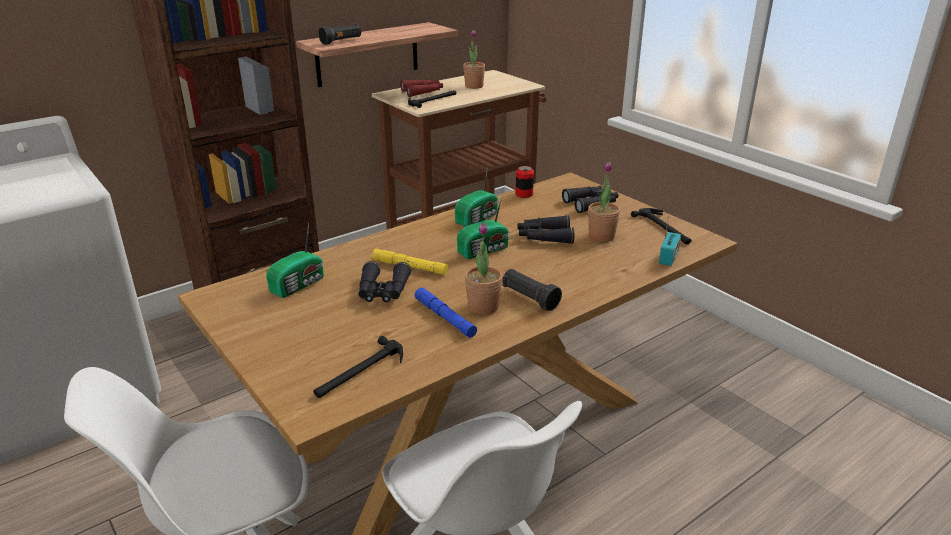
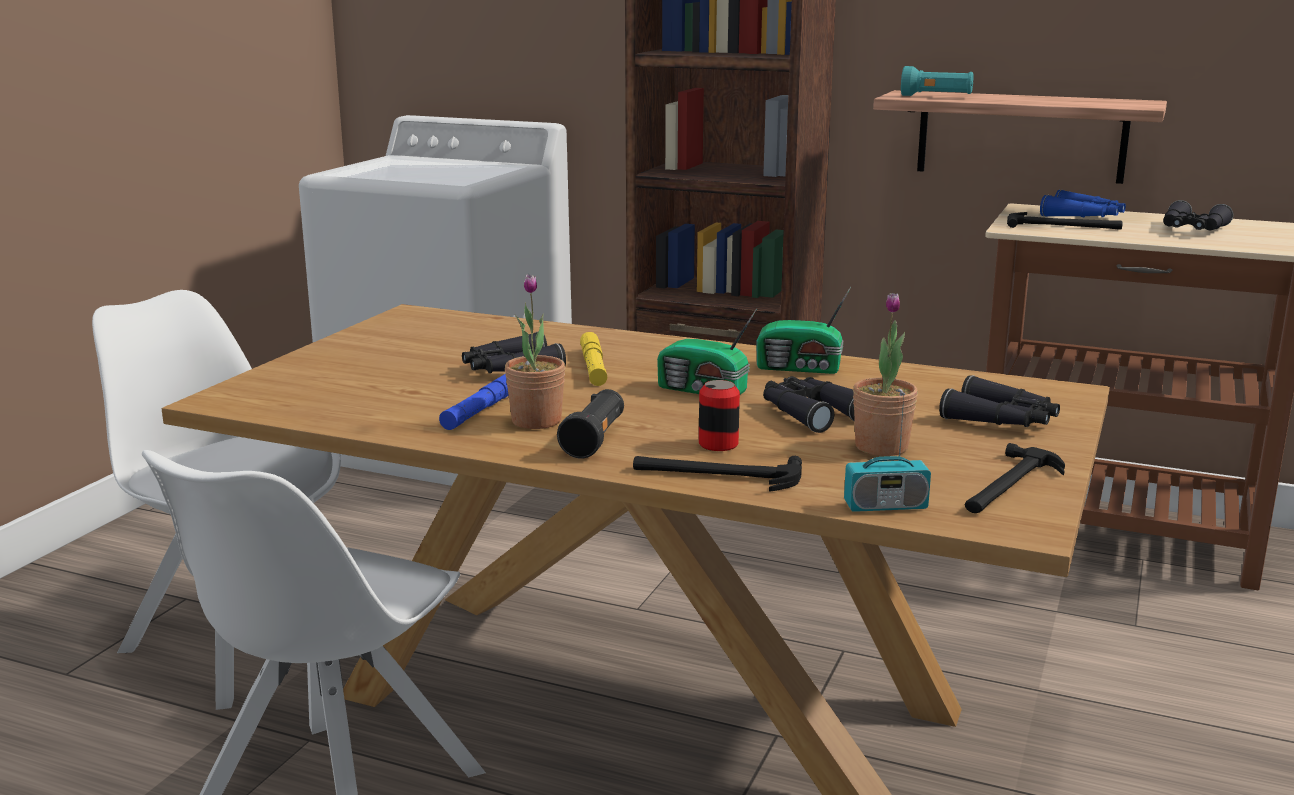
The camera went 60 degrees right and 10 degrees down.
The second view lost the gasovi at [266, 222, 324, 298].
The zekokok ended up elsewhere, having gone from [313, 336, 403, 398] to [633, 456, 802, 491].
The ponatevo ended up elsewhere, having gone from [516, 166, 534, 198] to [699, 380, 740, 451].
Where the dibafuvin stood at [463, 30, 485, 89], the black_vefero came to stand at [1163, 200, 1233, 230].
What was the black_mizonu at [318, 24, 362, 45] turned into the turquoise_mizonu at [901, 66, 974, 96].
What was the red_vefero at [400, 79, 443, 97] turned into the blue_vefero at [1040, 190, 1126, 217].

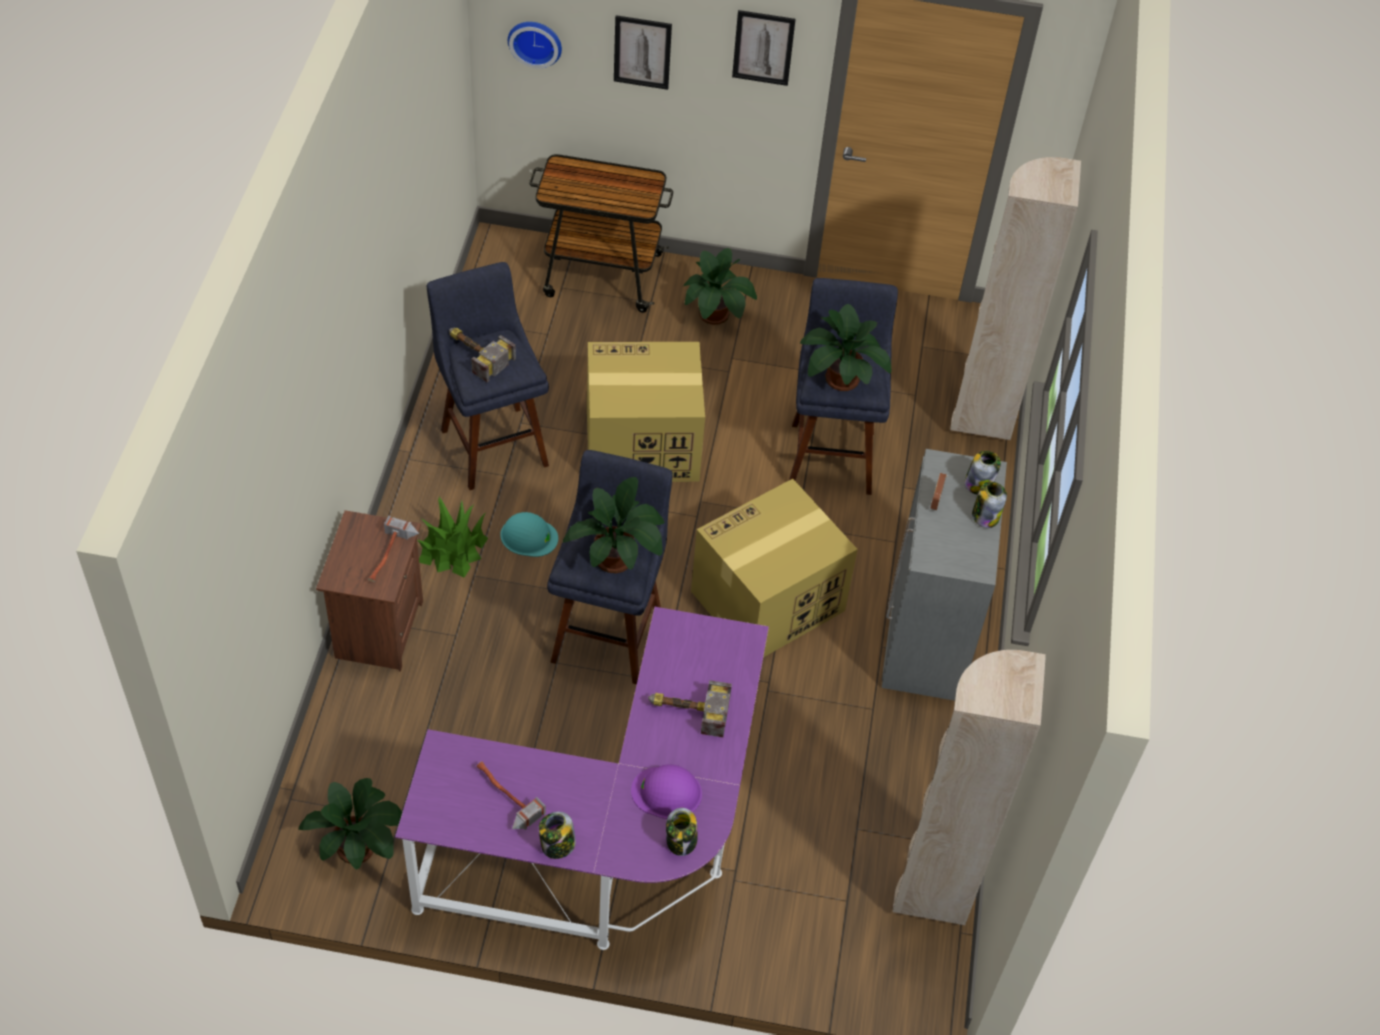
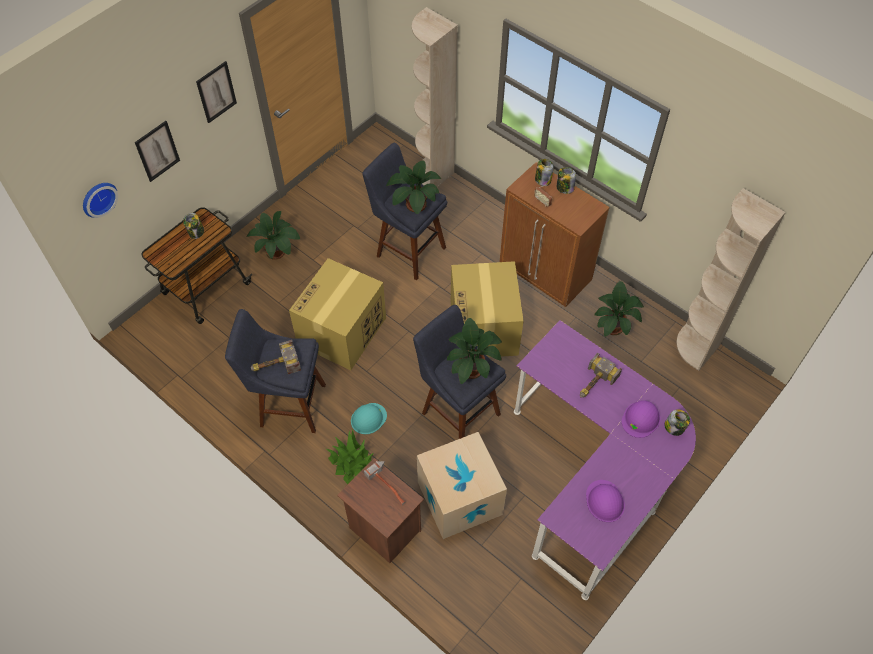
The camera went 55 degrees left and 5 degrees up.
The second view gained the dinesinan at [417, 432, 507, 539].
The dibafuvin ended up elsewhere, having gone from [298, 778, 402, 869] to [594, 281, 644, 337].
The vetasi ended up elsewhere, having gone from [539, 812, 576, 859] to [183, 213, 204, 239].
Where the zekokok stood at [476, 761, 546, 830], the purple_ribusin came to stand at [586, 480, 625, 522].
What was the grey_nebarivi at [882, 449, 1007, 701] turned into the brown_nebarivi at [500, 162, 610, 307].

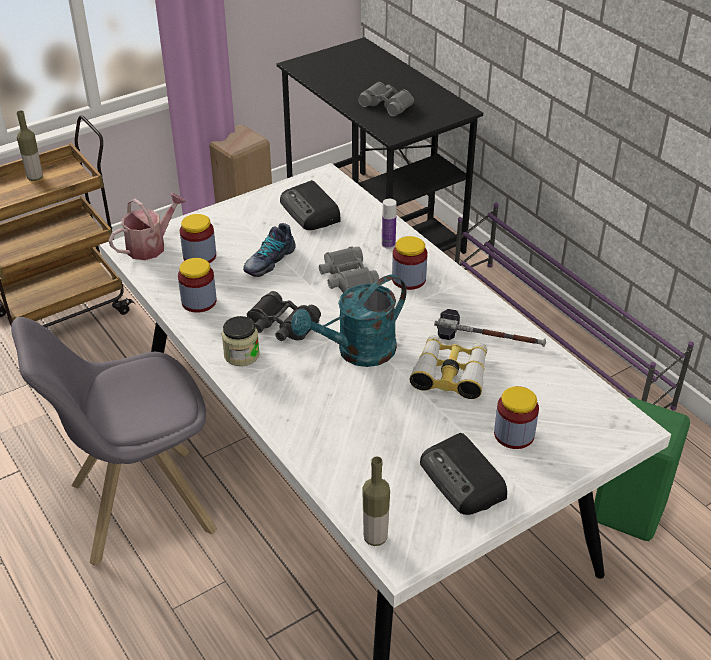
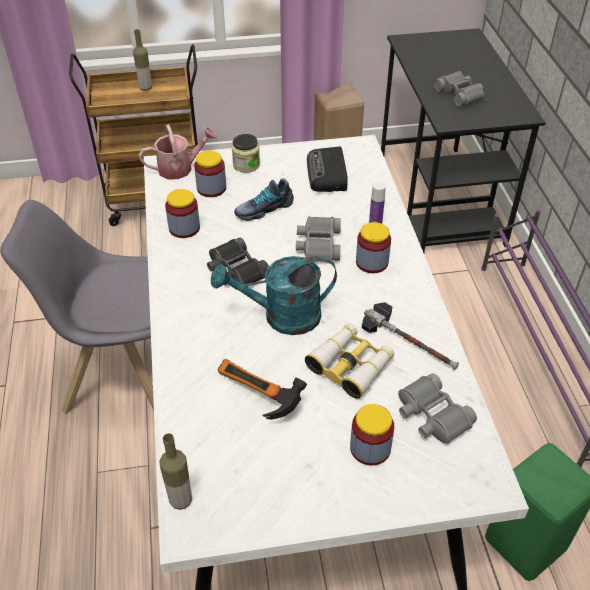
The camera went 25 degrees right and 5 degrees up.
The second view lost the gasovi at [420, 433, 507, 515].
The second view gained the zekokok at [218, 359, 307, 419].
The second view gained the grey_vefero at [398, 373, 477, 444].
The vetasi ended up elsewhere, having gone from [222, 316, 260, 366] to [232, 134, 260, 173].

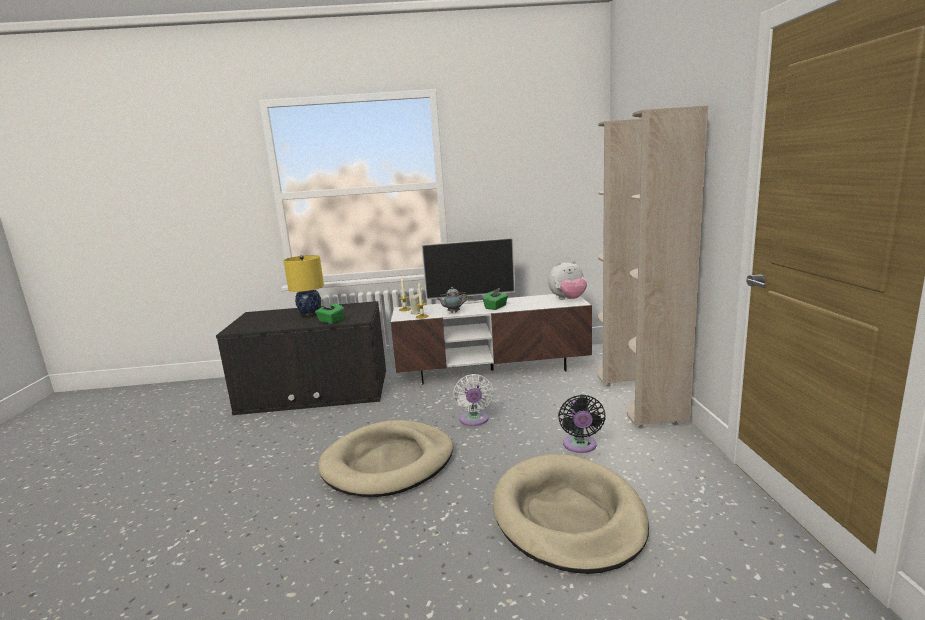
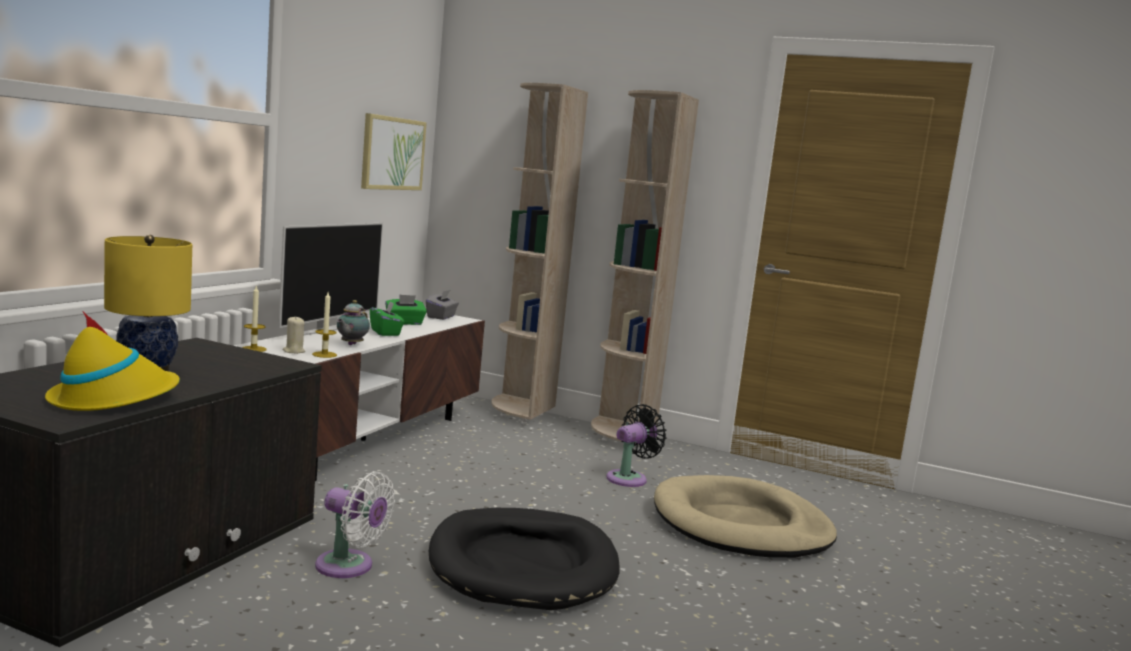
The camera went 65 degrees left and 5 degrees down.
The second view gained the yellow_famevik at [45, 311, 180, 411].
The second view gained the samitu at [361, 113, 427, 190].
The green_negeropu ended up elsewhere, having gone from [315, 301, 344, 324] to [385, 295, 427, 325].
The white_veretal ended up elsewhere, having gone from [453, 374, 494, 426] to [315, 471, 395, 578].
Where the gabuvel stood at [548, 260, 587, 300], the grey_negeropu came to stand at [426, 290, 459, 320].
What was the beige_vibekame at [318, 420, 453, 497] turned into the black_vibekame at [429, 508, 619, 610].
The black_veretal at [558, 395, 606, 453] ended up facing another way, 75 degrees counterclockwise from before.

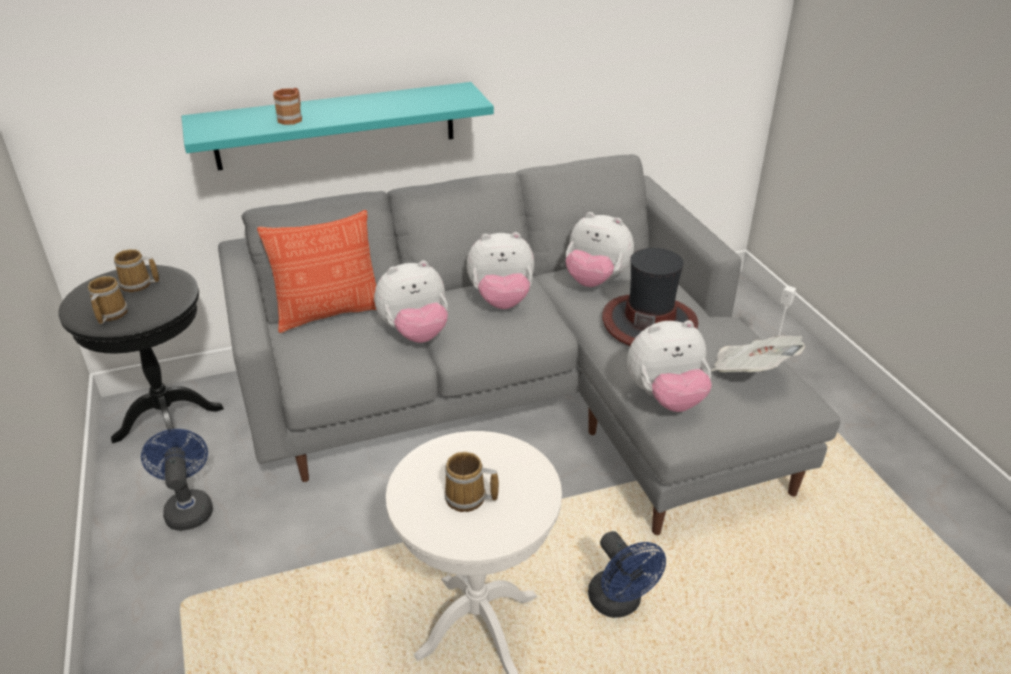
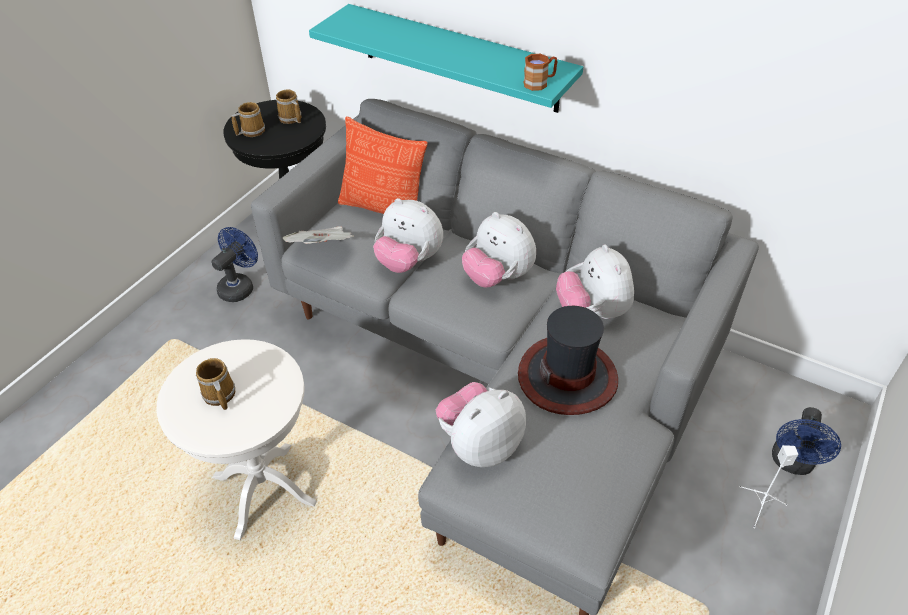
The camera went 50 degrees right and 10 degrees up.
The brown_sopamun ended up elsewhere, having gone from [273, 88, 302, 125] to [523, 54, 558, 91].
The blue_veretal ended up elsewhere, having gone from [588, 531, 666, 618] to [772, 407, 841, 475].
The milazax ended up elsewhere, having gone from [711, 336, 805, 372] to [283, 226, 354, 244].
The gabuvel at [627, 320, 712, 412] ended up facing another way, 105 degrees clockwise from before.

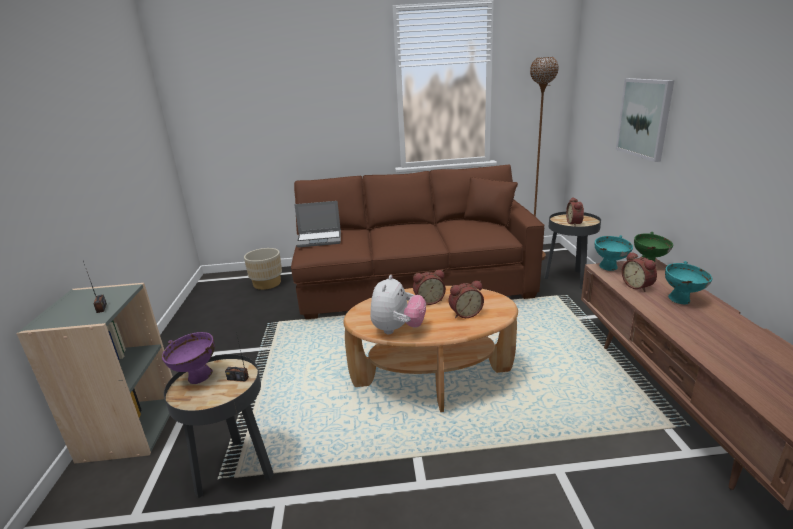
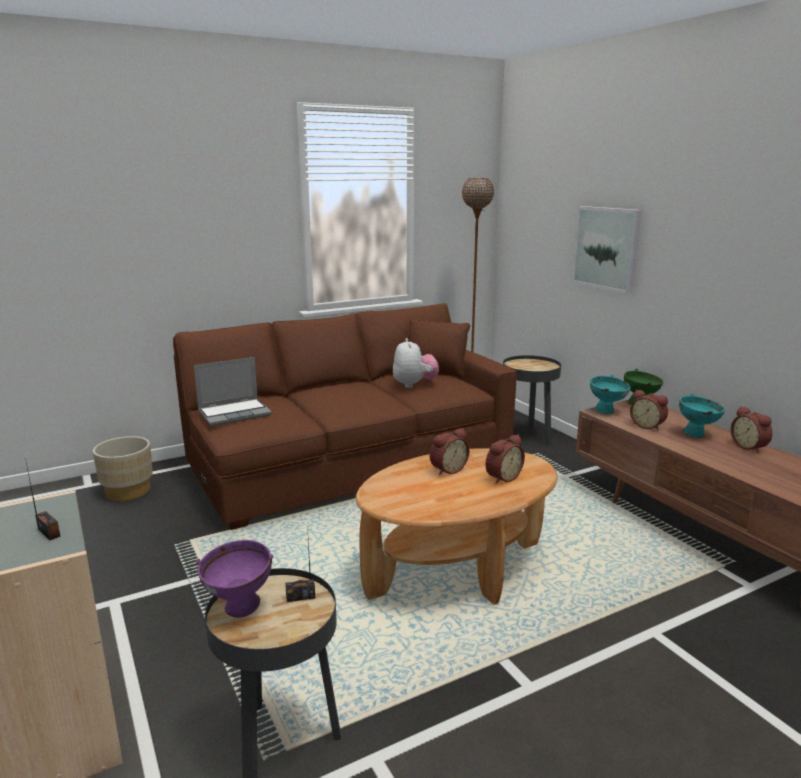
The camera went 25 degrees left and 5 degrees down.
The gabuvel ended up elsewhere, having gone from [370, 275, 426, 334] to [393, 338, 439, 388].
The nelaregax ended up elsewhere, having gone from [566, 197, 584, 226] to [731, 406, 773, 453].

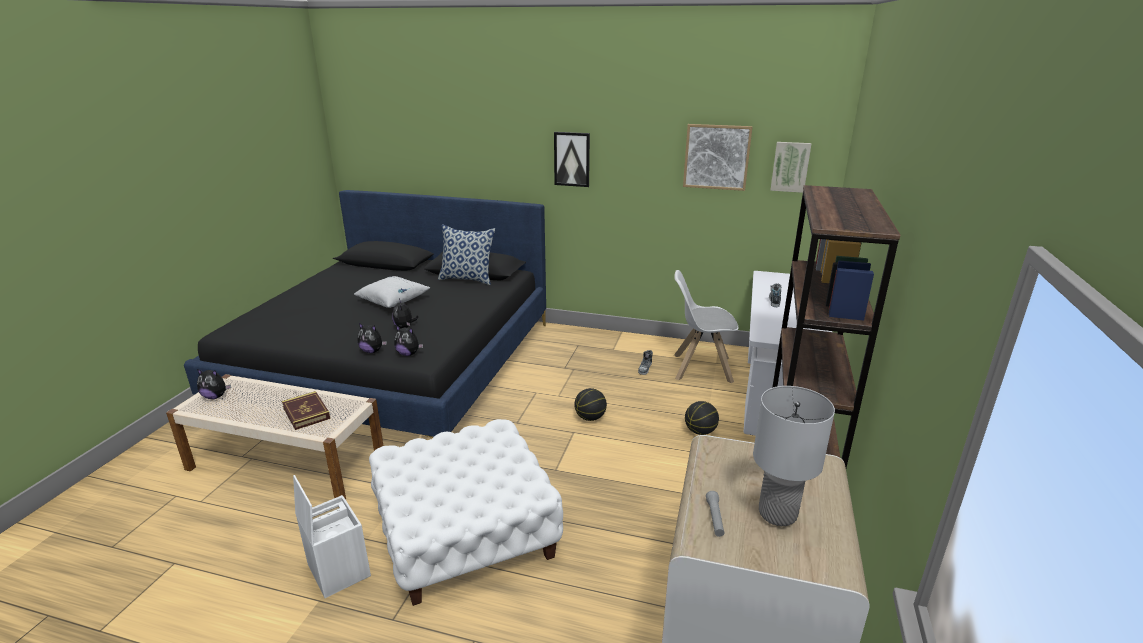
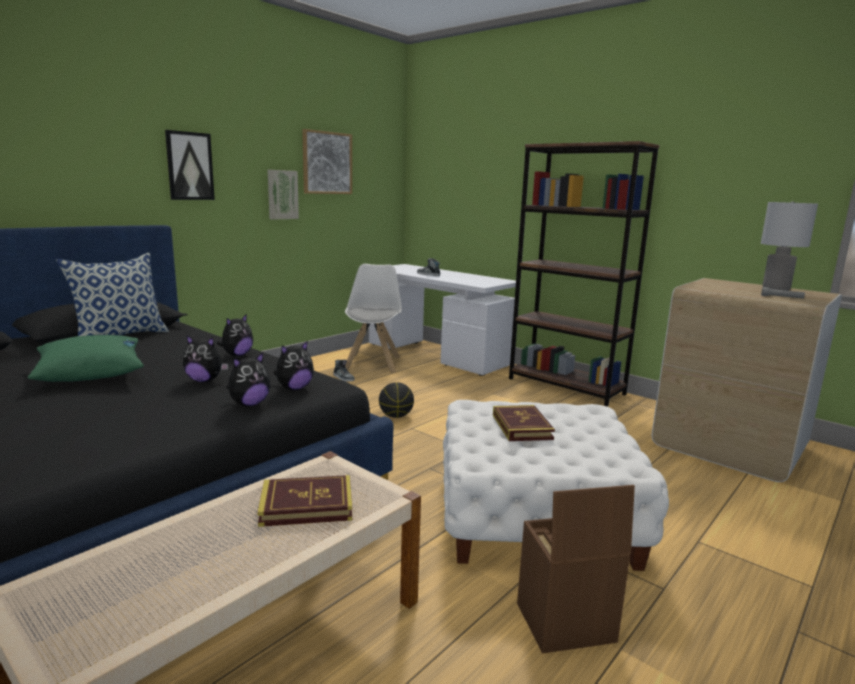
The camera went 65 degrees left and 10 degrees down.
The second view lost the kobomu at [685, 401, 719, 435].
The second view gained the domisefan at [493, 405, 555, 441].
The gabuvel ended up elsewhere, having gone from [197, 369, 231, 399] to [217, 314, 253, 356].
The samitu ended up elsewhere, having gone from [770, 142, 811, 193] to [268, 170, 299, 220].
What was the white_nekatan at [293, 475, 371, 598] turned into the brown_nekatan at [517, 485, 635, 654].
What was the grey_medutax at [354, 276, 430, 308] turned into the green_medutax at [28, 335, 144, 382].
The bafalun at [674, 270, 738, 383] ended up facing another way, 150 degrees clockwise from before.

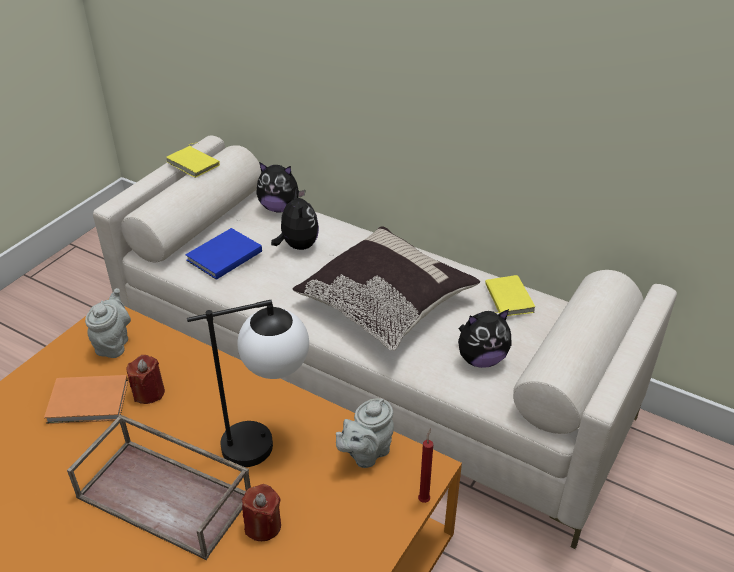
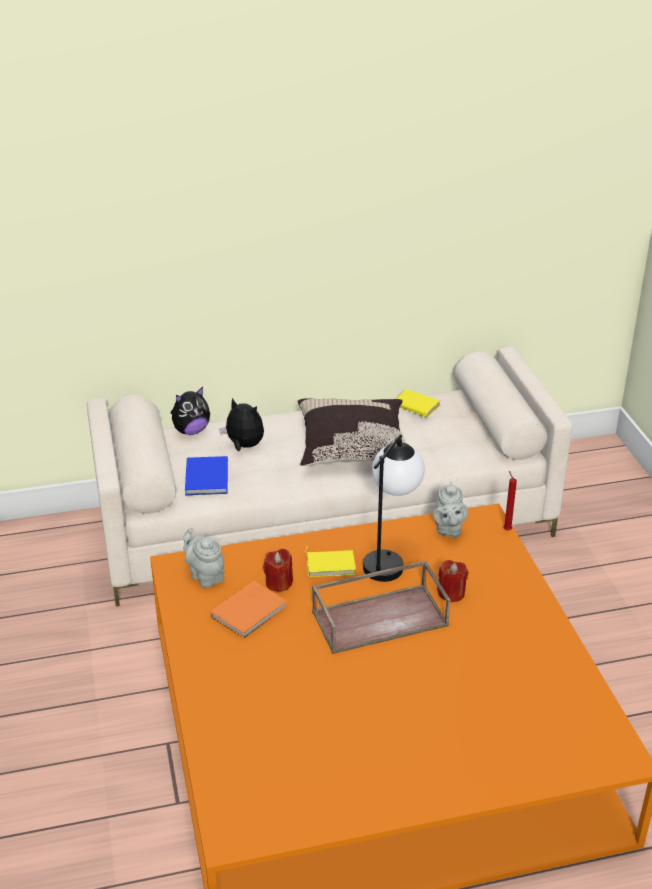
The camera went 45 degrees left and 5 degrees down.
The second view lost the gabuvel at [458, 309, 512, 368].
The yellow_domisefan ended up elsewhere, having gone from [166, 143, 220, 178] to [305, 547, 356, 577].

